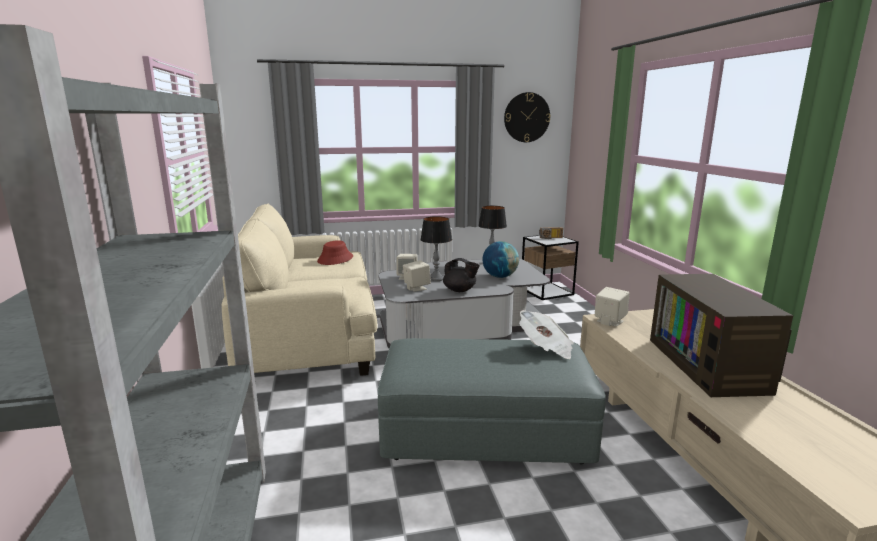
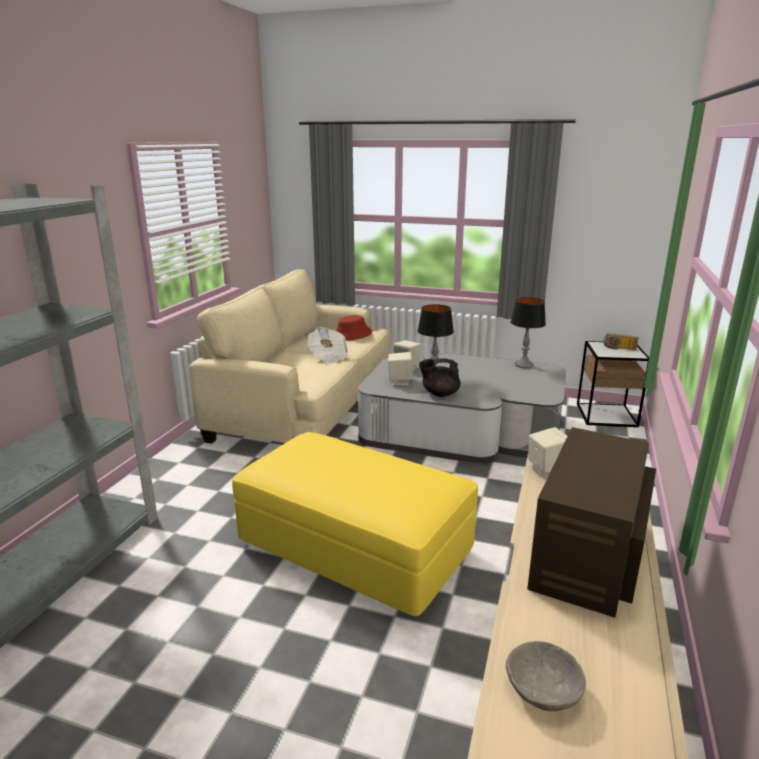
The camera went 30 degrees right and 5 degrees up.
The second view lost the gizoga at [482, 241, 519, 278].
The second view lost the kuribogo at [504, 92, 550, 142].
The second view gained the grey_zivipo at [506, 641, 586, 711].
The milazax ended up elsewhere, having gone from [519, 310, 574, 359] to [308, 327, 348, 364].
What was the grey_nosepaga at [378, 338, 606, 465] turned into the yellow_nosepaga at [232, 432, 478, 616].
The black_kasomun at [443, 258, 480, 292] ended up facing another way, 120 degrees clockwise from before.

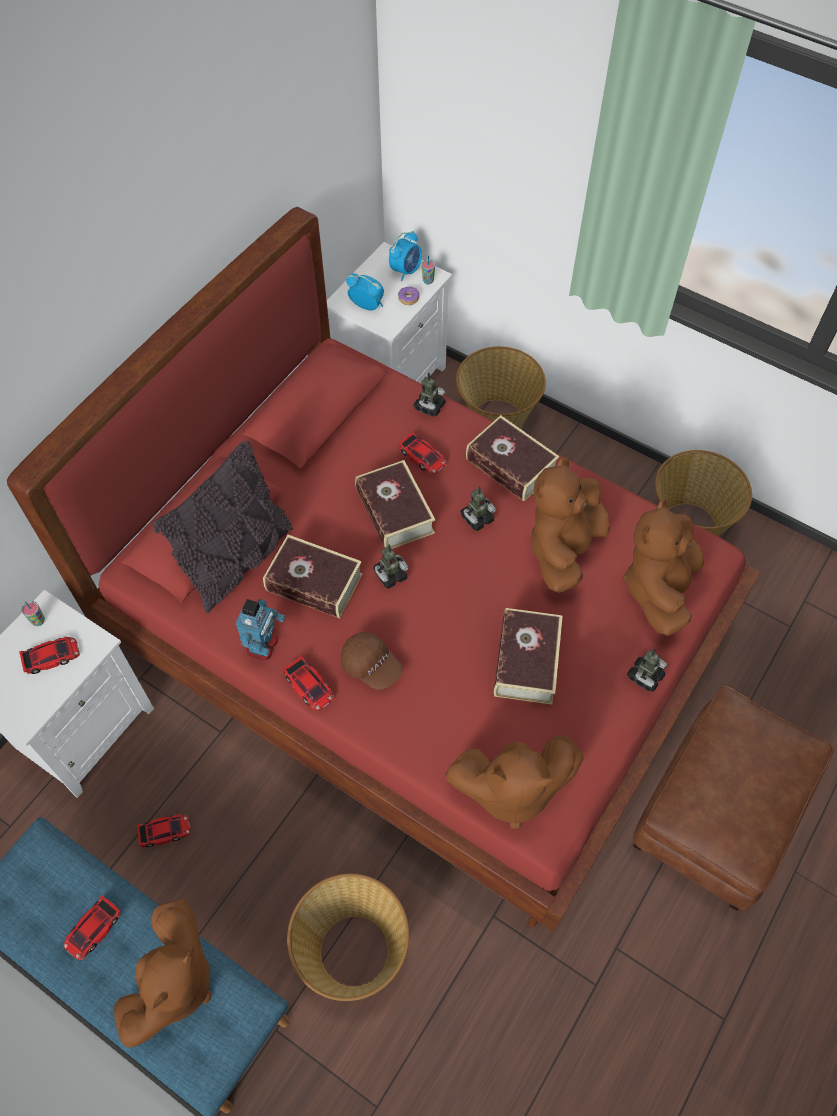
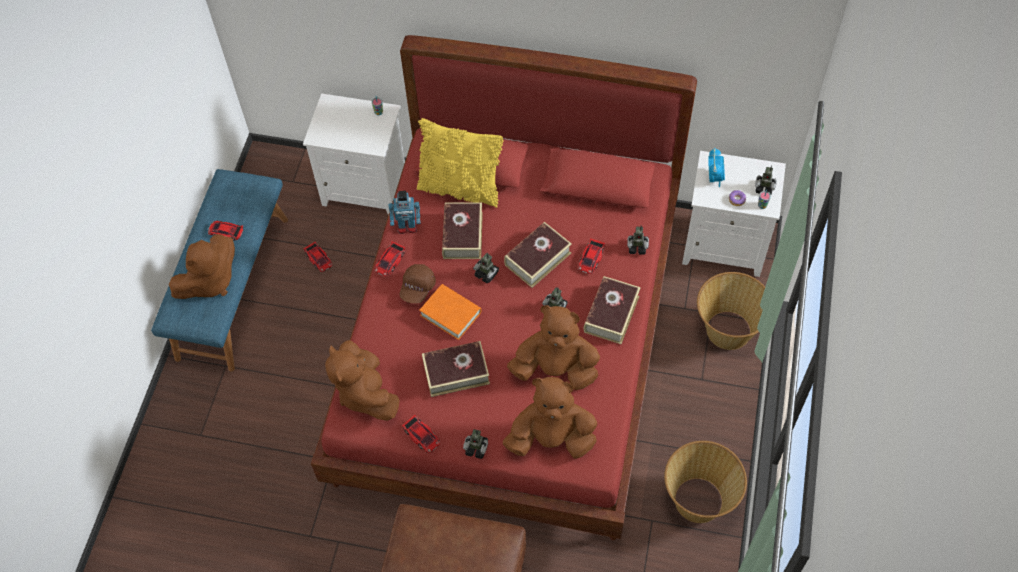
The camera went 70 degrees right and 0 degrees up.
The second view lost the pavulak at [287, 873, 409, 1001].
The second view gained the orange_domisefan at [419, 284, 481, 340].
The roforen ended up elsewhere, having gone from [19, 637, 80, 674] to [402, 415, 440, 453].
Where the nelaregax stood at [389, 231, 422, 281], the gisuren came to stand at [755, 165, 777, 195].
What was the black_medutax at [153, 441, 293, 613] turned into the yellow_medutax at [417, 118, 504, 208].
The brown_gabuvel at [114, 899, 212, 1048] ended up facing another way, 45 degrees counterclockwise from before.

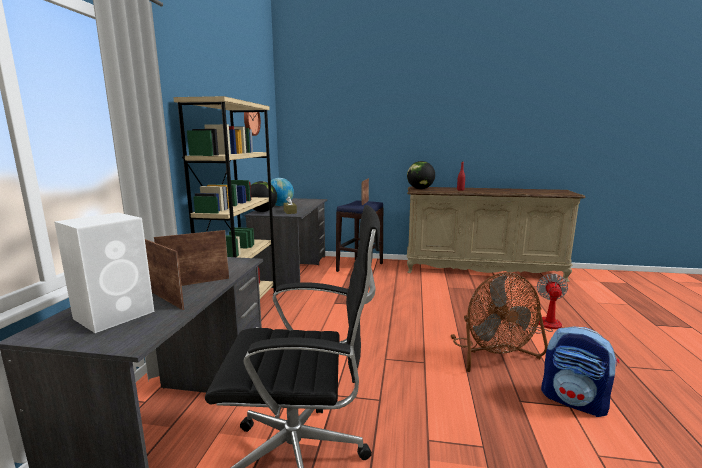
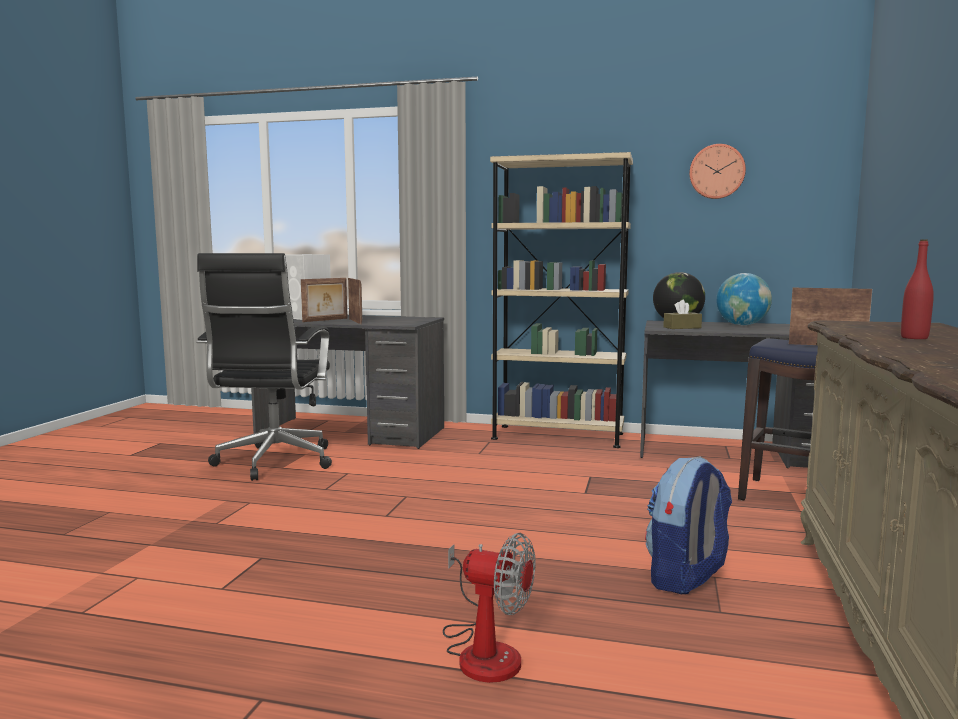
The camera went 95 degrees right and 5 degrees down.
The second view lost the gizoga at [407, 161, 435, 189].
The second view lost the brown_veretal at [451, 272, 548, 372].
The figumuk ended up elsewhere, having gone from [541, 327, 619, 417] to [645, 456, 732, 594].

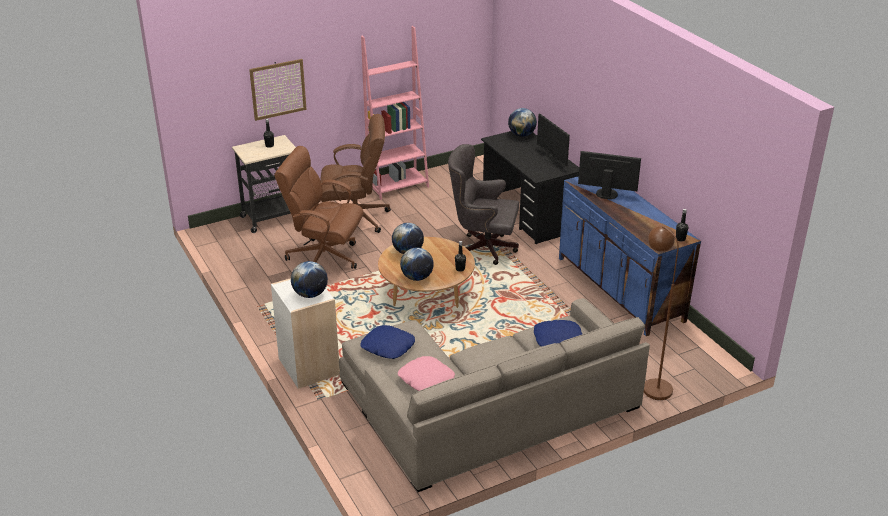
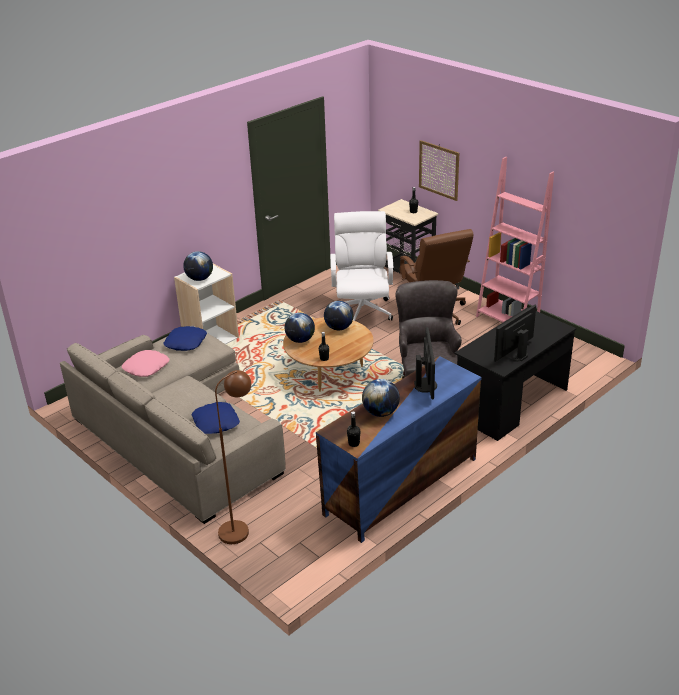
The camera went 75 degrees right and 0 degrees up.
The gizoga ended up elsewhere, having gone from [508, 108, 537, 137] to [362, 379, 400, 417].
What was the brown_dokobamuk at [275, 146, 364, 269] turned into the white_dokobamuk at [330, 211, 393, 321].

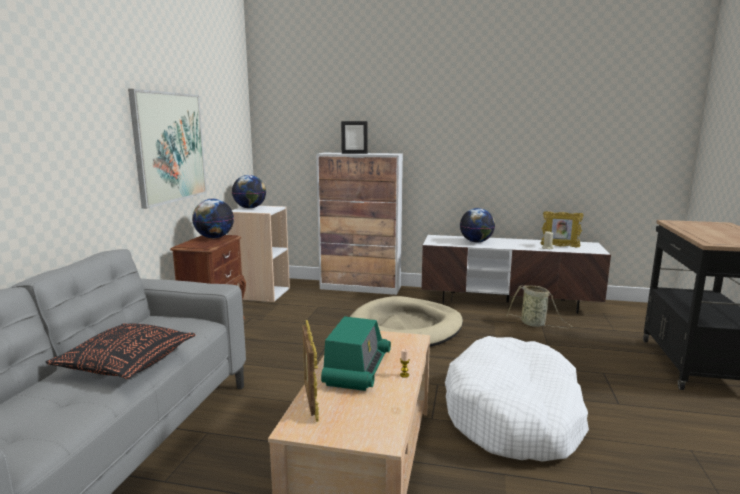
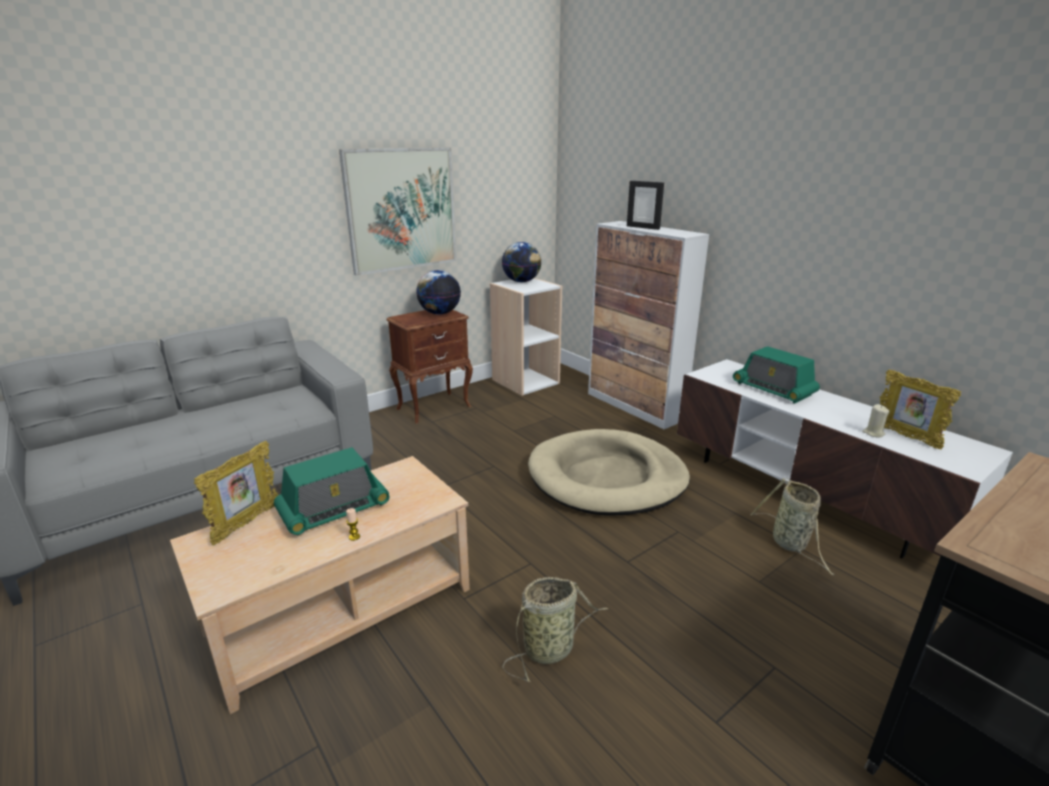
The camera went 40 degrees right and 10 degrees up.
The second view lost the black_medutax at [46, 323, 196, 379].
Where the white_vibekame stood at [445, 336, 589, 462], the pavulak came to stand at [502, 577, 609, 682].
Where the gizoga stood at [460, 208, 495, 243], the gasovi came to stand at [733, 346, 820, 404].

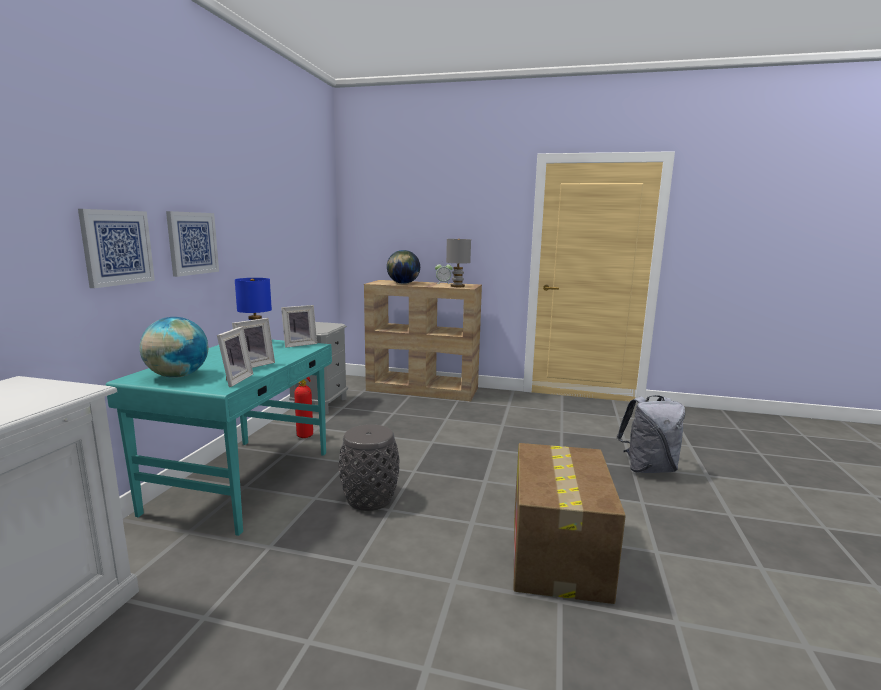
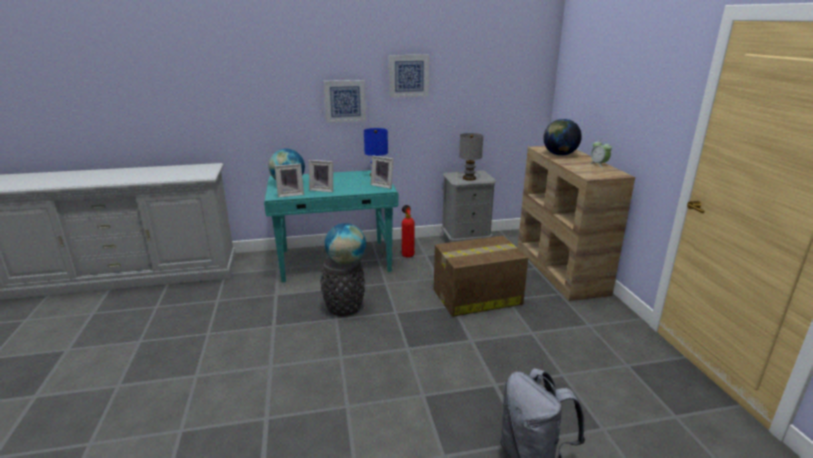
The camera went 65 degrees right and 10 degrees up.
The second view gained the gizoga at [325, 223, 366, 264].
The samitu ended up elsewhere, having gone from [78, 209, 155, 288] to [389, 55, 429, 97].
The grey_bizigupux ended up elsewhere, having gone from [446, 239, 471, 287] to [459, 133, 483, 181].
The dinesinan ended up elsewhere, having gone from [514, 443, 626, 604] to [434, 236, 528, 317].

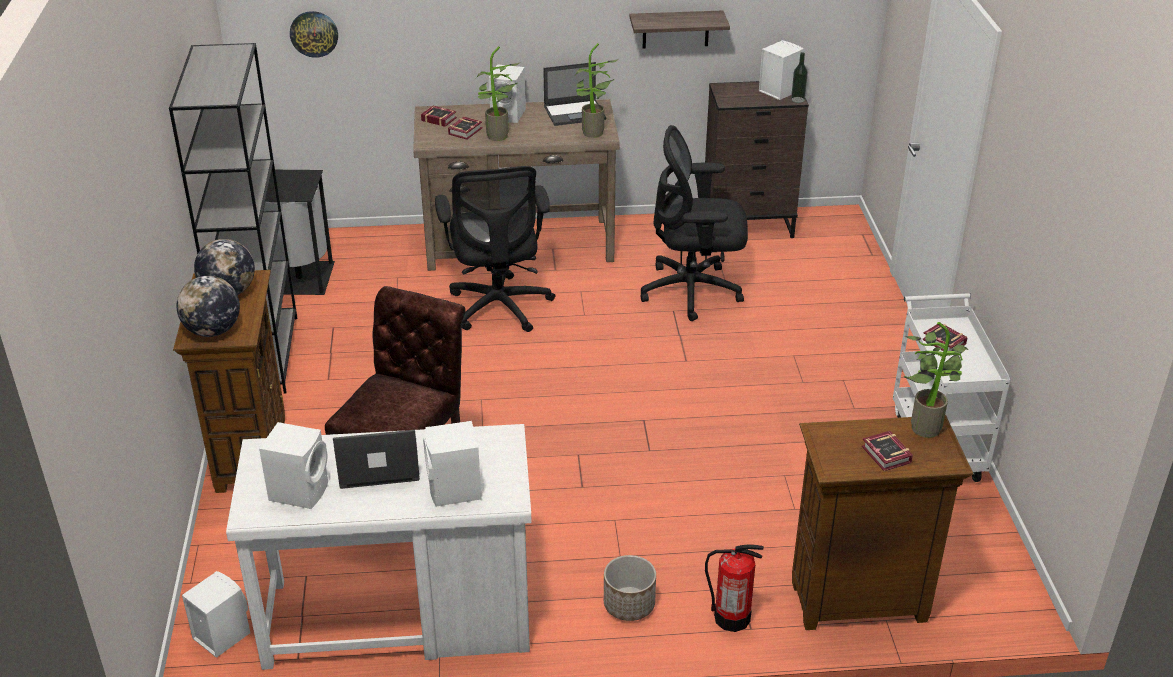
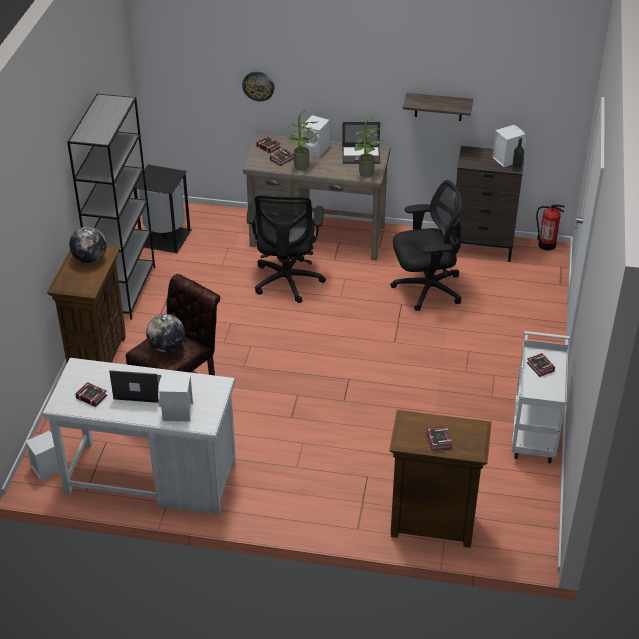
The camera went 15 degrees right and 5 degrees up.
The second view lost the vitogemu at [604, 555, 656, 621].
The second view lost the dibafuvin at [904, 322, 968, 438].
The gizoga ended up elsewhere, having gone from [177, 276, 240, 337] to [146, 314, 185, 352].
The kuribogo ended up elsewhere, having gone from [290, 11, 338, 58] to [242, 72, 274, 101].
The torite ended up elsewhere, having gone from [705, 545, 764, 632] to [536, 204, 565, 251].
Where the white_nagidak stood at [259, 422, 328, 509], the domisefan came to stand at [75, 382, 107, 407].
The black_dokobamuk at [641, 125, 748, 321] ended up facing another way, 150 degrees clockwise from before.

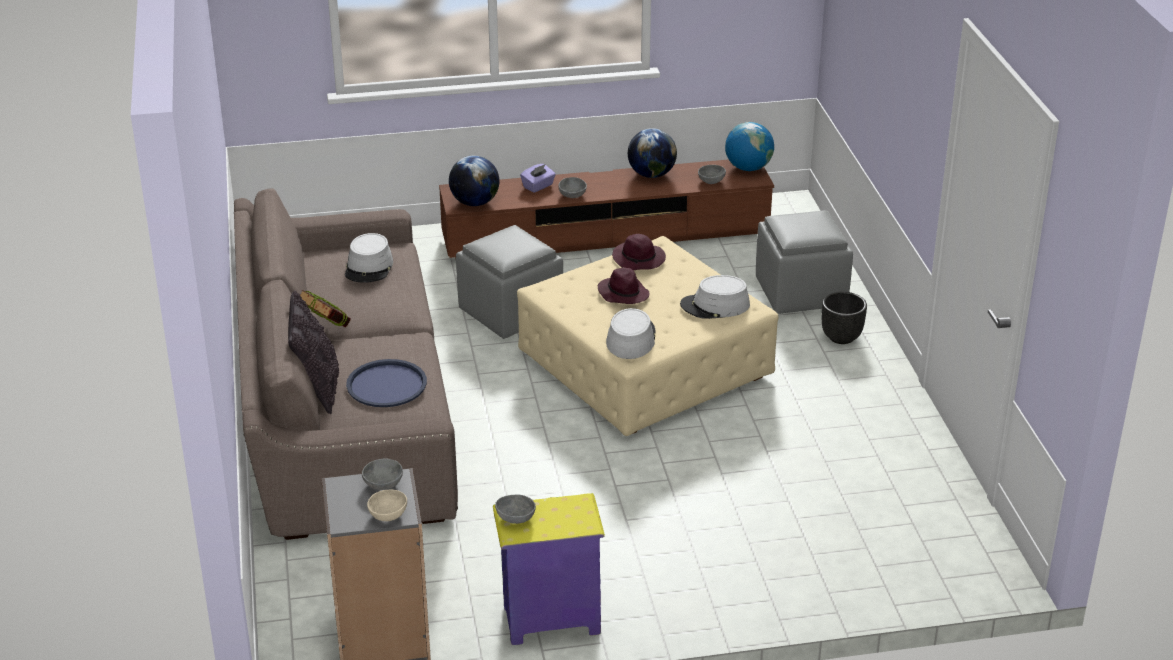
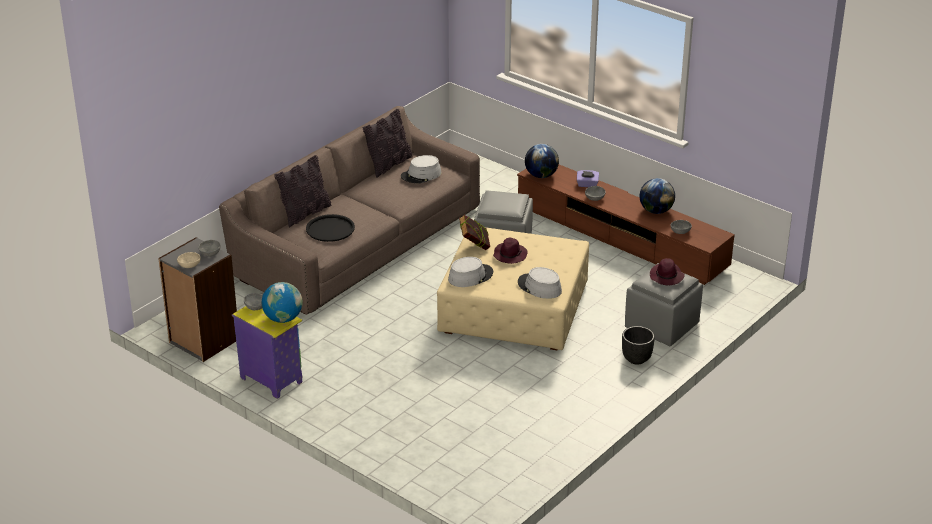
The camera went 50 degrees right and 0 degrees up.
The second view gained the black_medutax at [362, 109, 413, 178].
The domisefan ended up elsewhere, having gone from [300, 290, 351, 327] to [459, 215, 490, 250].
The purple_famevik ended up elsewhere, having gone from [612, 234, 666, 270] to [650, 258, 685, 285].
The gizoga ended up elsewhere, having gone from [725, 122, 774, 171] to [262, 282, 303, 323].
What was the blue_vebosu at [346, 359, 427, 407] turned into the black_vebosu at [306, 214, 355, 242].

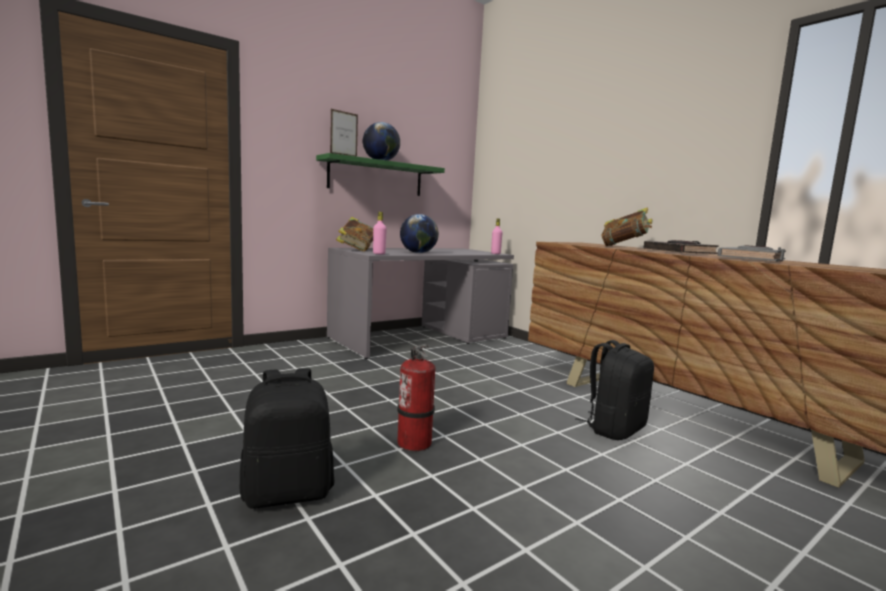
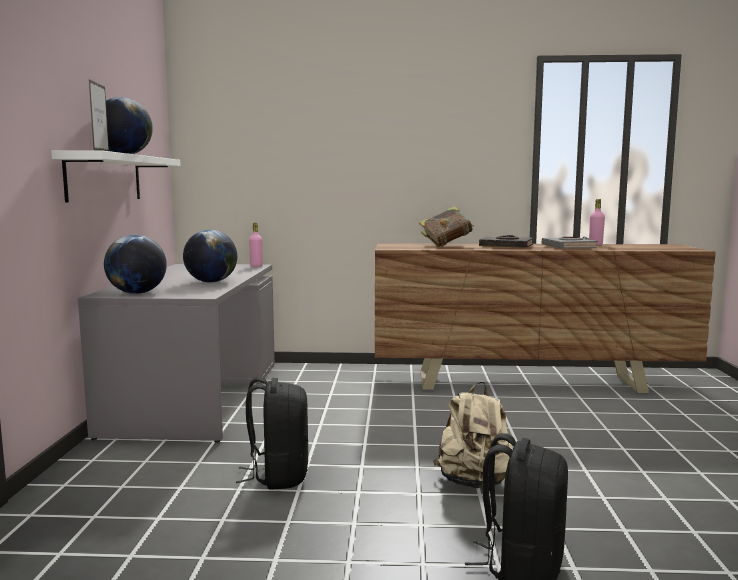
The camera went 50 degrees left and 0 degrees up.
The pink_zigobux ended up elsewhere, having gone from [373, 212, 387, 254] to [589, 199, 605, 245].
The black_figumuk ended up elsewhere, having gone from [575, 340, 654, 440] to [236, 377, 308, 490].
Where the domisefan stood at [336, 217, 373, 251], the gizoga came to stand at [104, 235, 167, 294].
Where the torite stood at [397, 344, 435, 451], the beige_figumuk came to stand at [433, 381, 513, 491].
What was the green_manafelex at [316, 153, 445, 196] turned into the white_manafelex at [51, 150, 181, 203].

